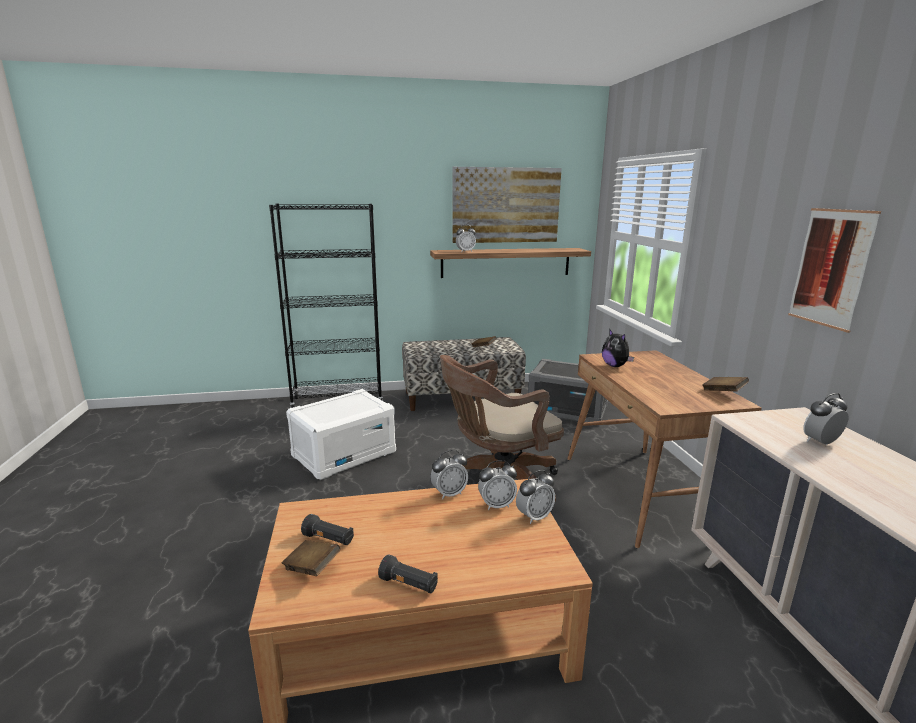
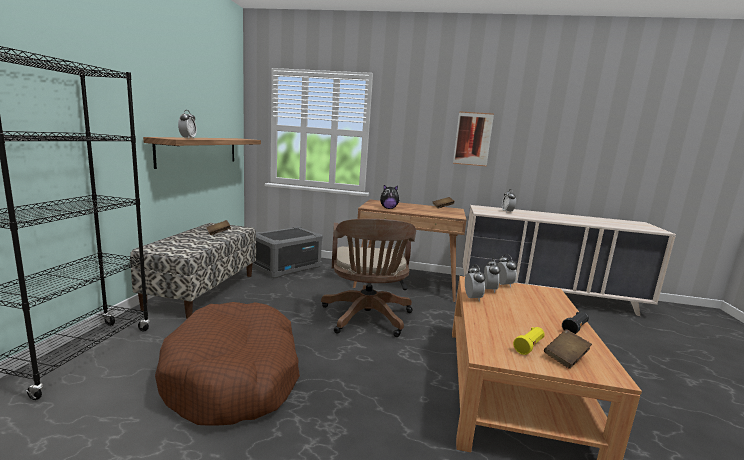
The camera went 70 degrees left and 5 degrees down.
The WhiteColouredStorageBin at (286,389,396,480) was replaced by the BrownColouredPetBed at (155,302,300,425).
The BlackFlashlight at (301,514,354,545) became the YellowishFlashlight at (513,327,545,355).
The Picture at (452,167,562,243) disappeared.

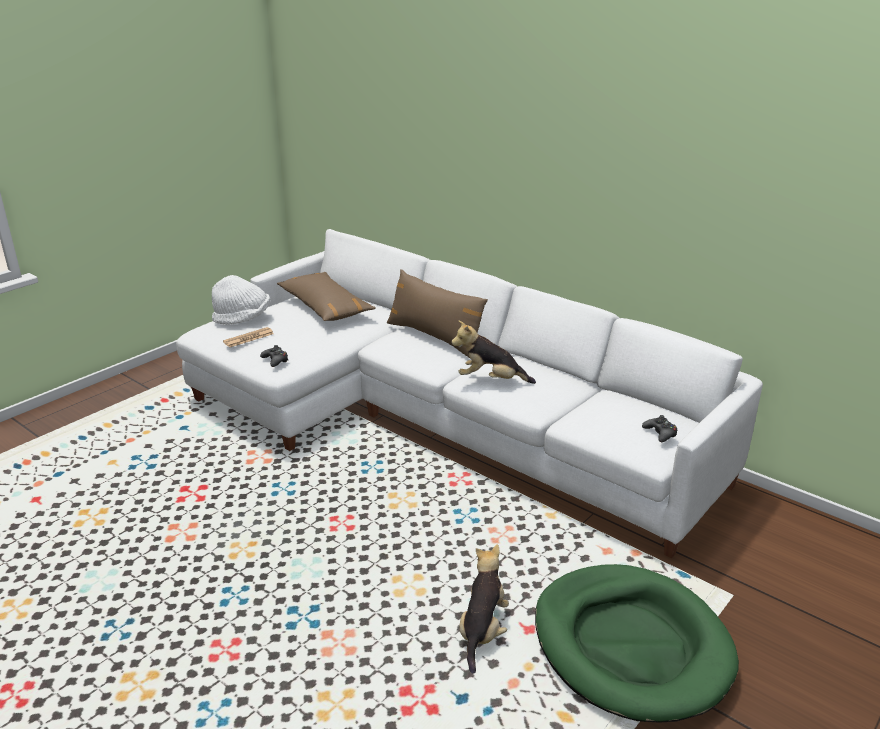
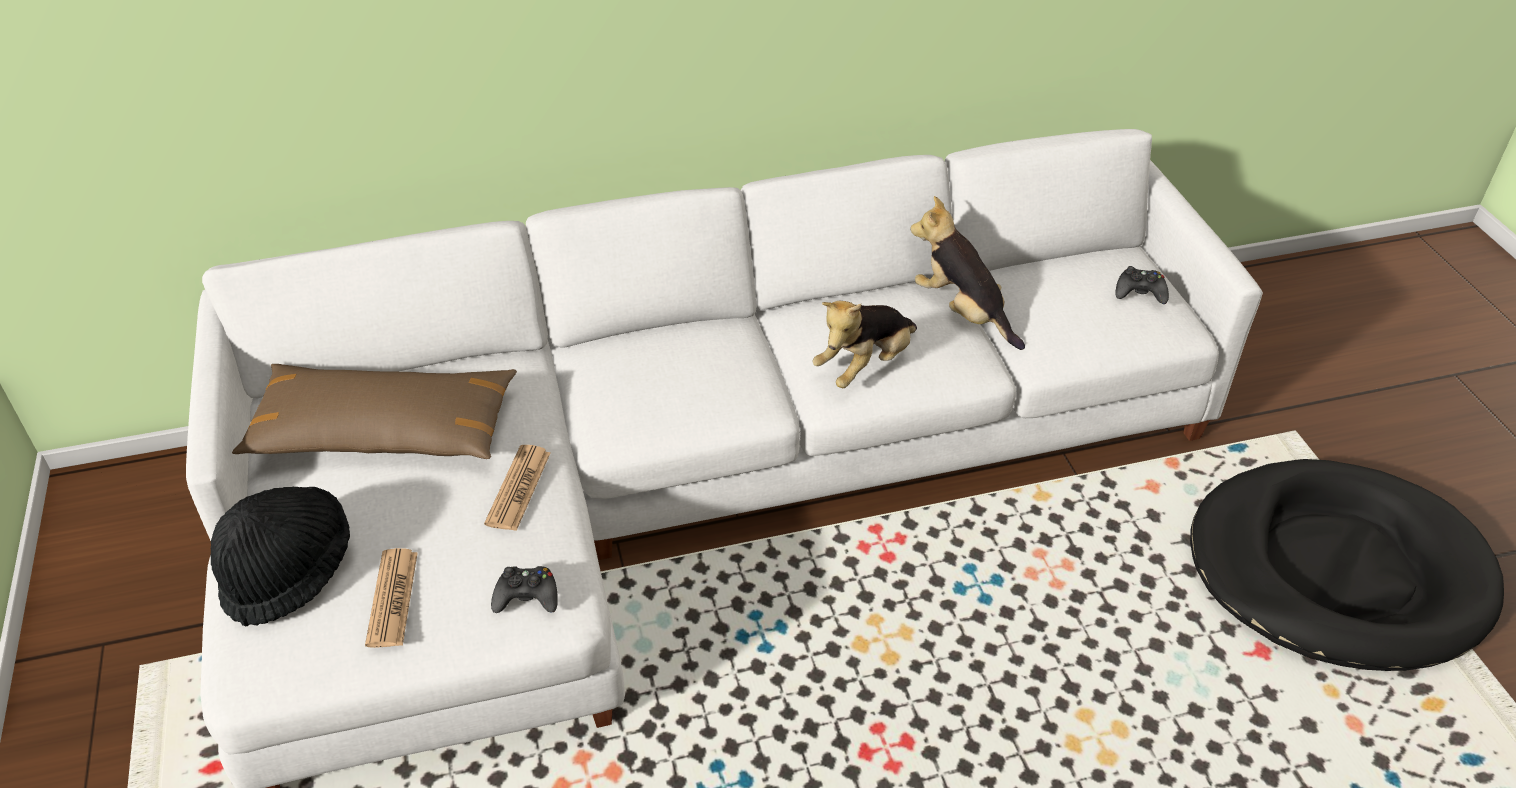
The camera went 55 degrees left and 15 degrees up.
The WhiteColouredClothingHat at (212,275,270,325) became the BlackClothingHat at (210,487,350,626).
The DailyPaper at (484,445,550,531) appeared.
The PlushToy moved from (459,544,509,674) to (910,196,1025,350).
The GreenColouredPetBed at (535,564,739,723) became the BlackPetBed at (1190,459,1504,671).
The BrownColouredCushion at (387,269,488,357) disappeared.

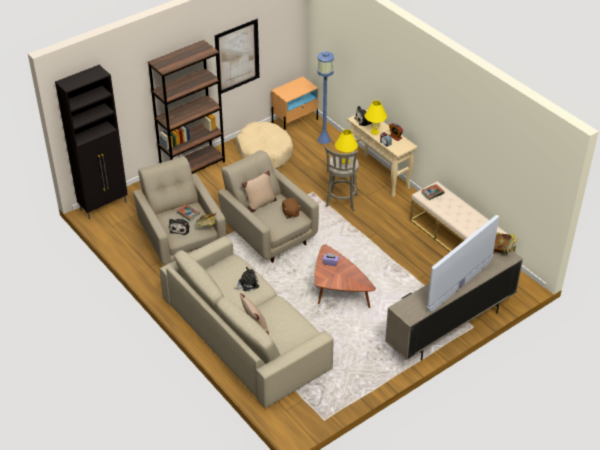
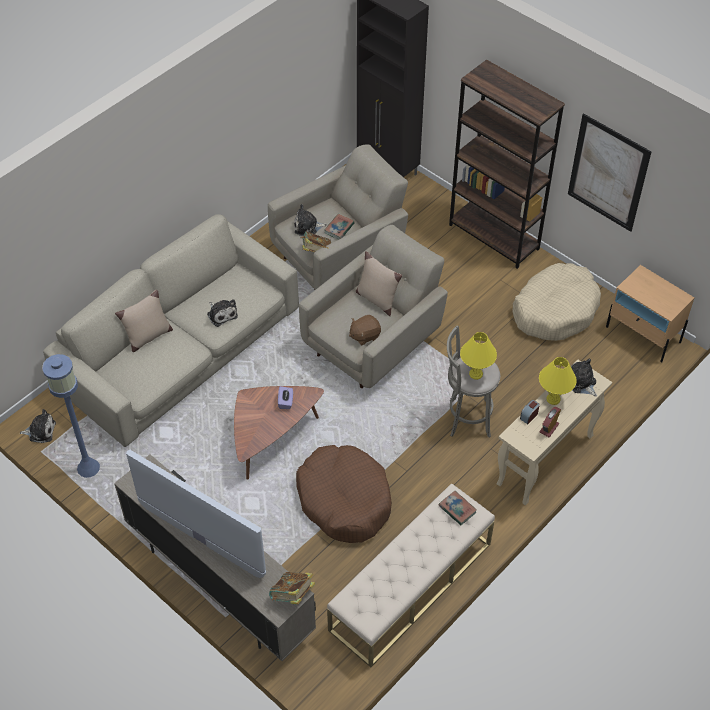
The camera went 80 degrees right and 10 degrees up.
The PlushToy at (20,409,56,443) appeared.
The BlueColouredStandardLamp moved from (317,51,334,144) to (42,354,100,478).
The BrownColouredPetBed at (296,445,392,543) appeared.

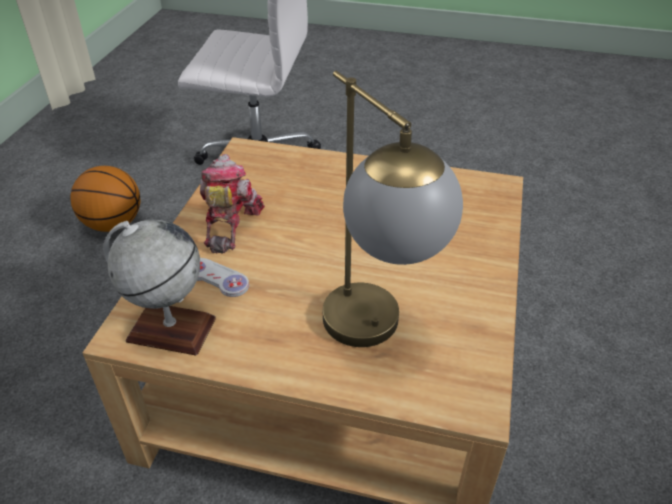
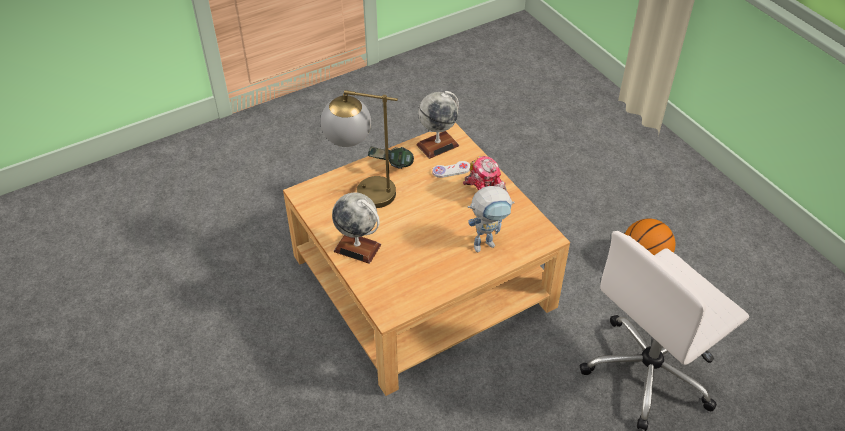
The camera went 135 degrees right and 5 degrees up.
The Globe at (332,192,381,264) appeared.
The PairOfHeadphones at (368,146,414,169) appeared.
The ModelRobot at (468,186,515,252) appeared.

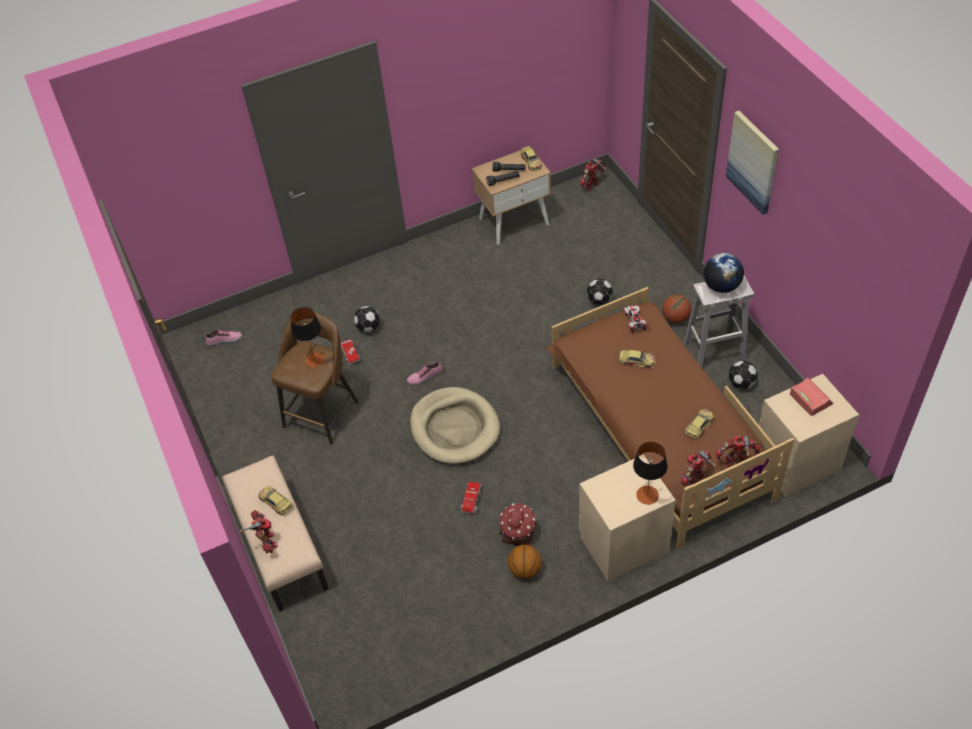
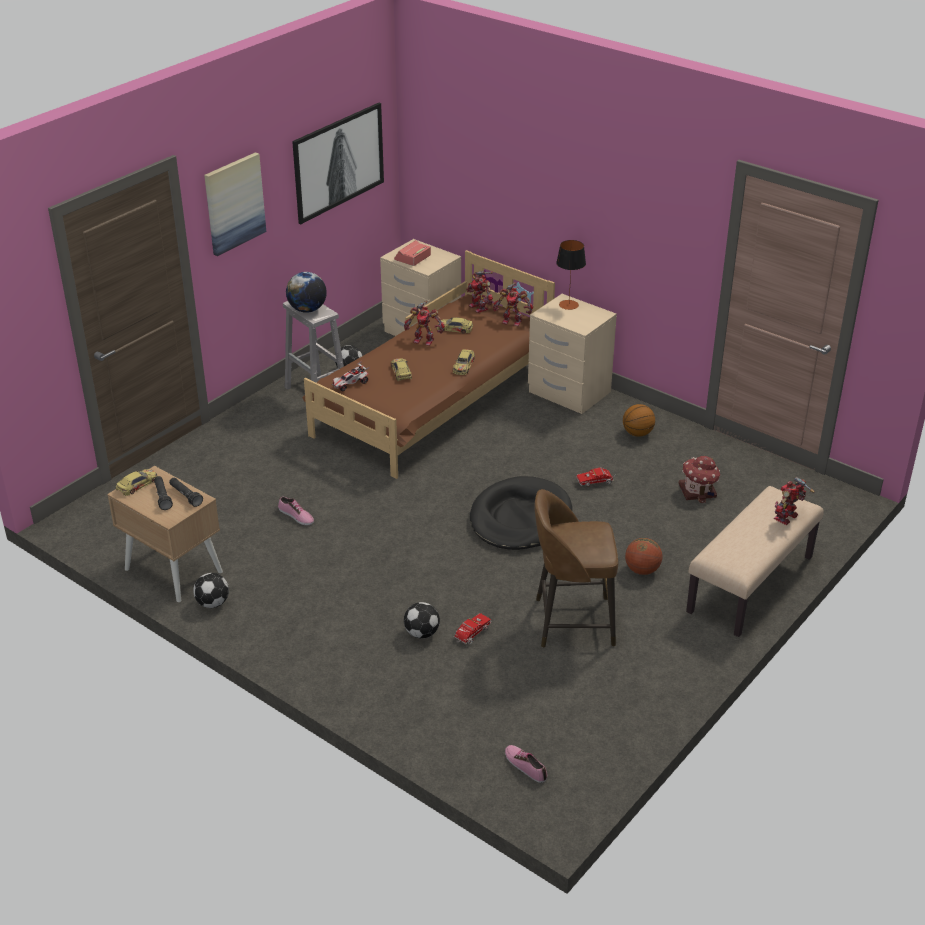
The camera went 120 degrees left and 15 degrees down.
The Football moved from (587,279,613,305) to (193,573,229,608).
The ItemOfFootwear moved from (407,362,443,385) to (278,496,314,525).
The Picture at (292,103,384,224) appeared.
The ModelRobot moved from (580,158,606,191) to (404,301,445,346).
The ModelCar moved from (258,486,293,516) to (453,349,475,375).
The BeigeColouredPetBed at (410,387,500,464) became the BlackPetBed at (470,476,572,550).
The Basketball moved from (662,294,691,323) to (625,538,662,575).
The MiniatureHouse moved from (499,503,536,546) to (679,456,720,503).
The TabletopLamp at (290,307,325,368) disappeared.

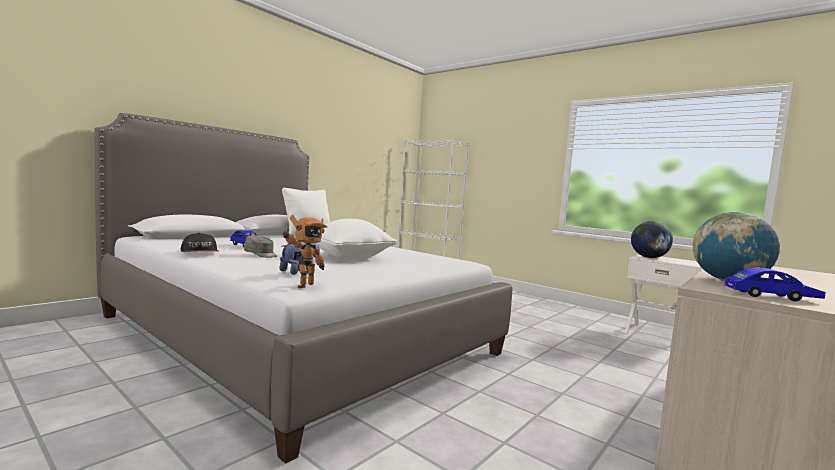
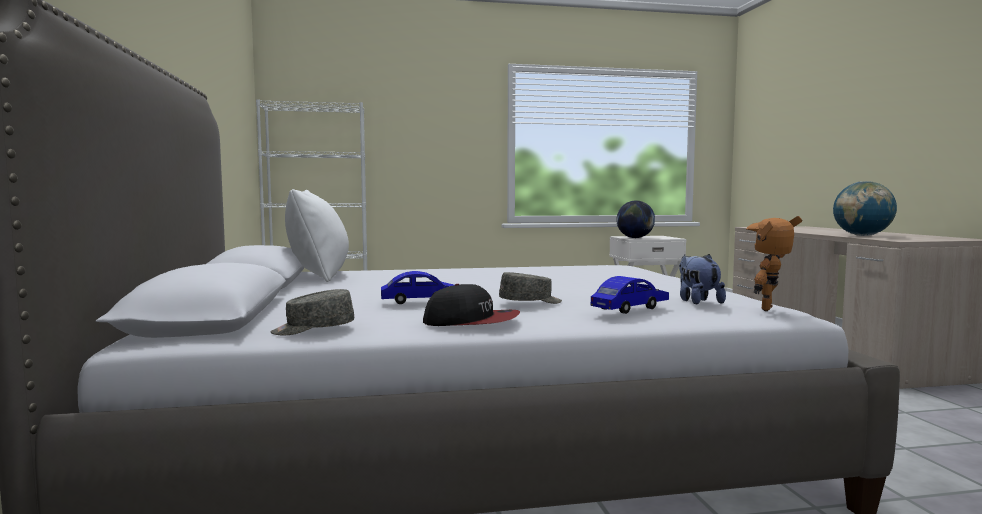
The camera went 50 degrees left and 0 degrees up.
The GrayPeakedCap at (271,289,354,335) appeared.
The BlueColouredModelCar moved from (725,267,825,301) to (591,276,669,314).
The ModelRobot at (283,215,327,288) turned 120 degrees counterclockwise.
The WhiteColouredCushion at (318,219,397,260) disappeared.

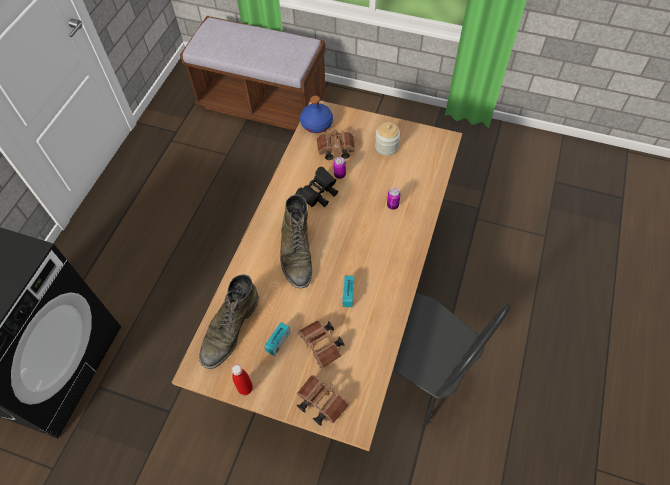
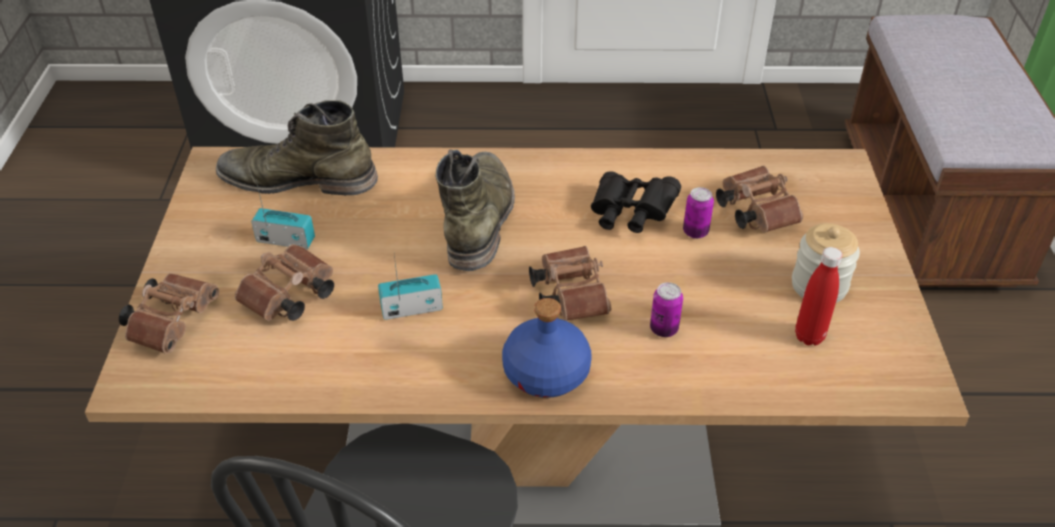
The camera went 70 degrees right and 15 degrees down.
The GreenColouredTallBoot at (280,194,312,288) turned 120 degrees clockwise.
The BlueColouredBottle moved from (300,96,333,133) to (502,298,592,398).
The BrownColouredPairOfBinoculars at (529,246,611,321) appeared.
The RedBottle moved from (232,365,253,395) to (795,247,842,345).

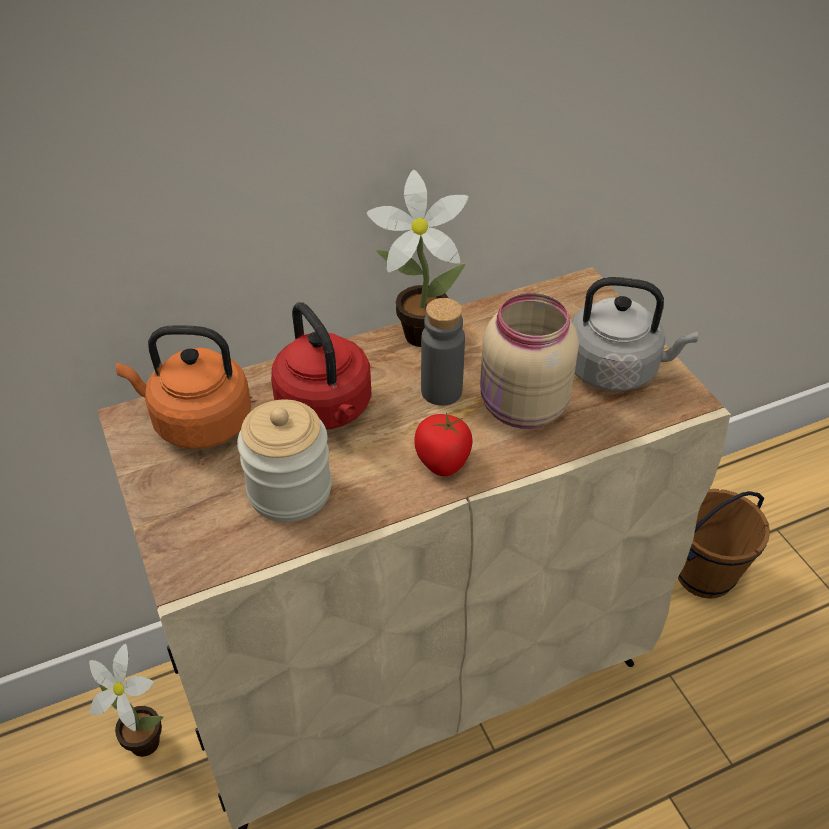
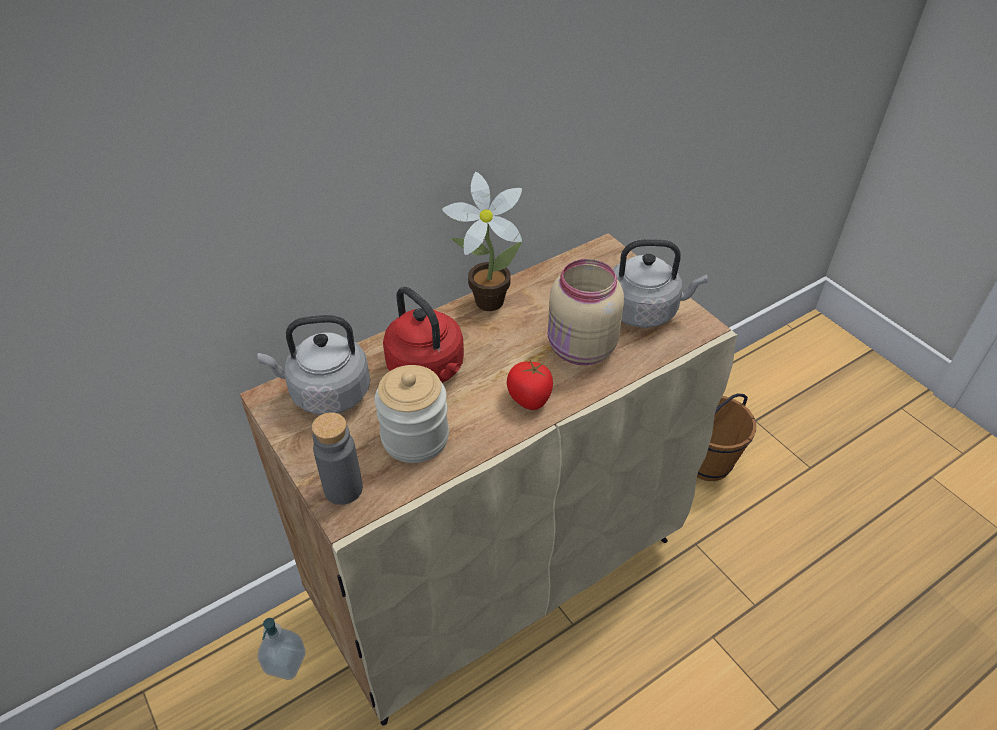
The camera went 10 degrees left and 0 degrees up.
The OrangeyKettle at (116,325,251,449) became the GrayKettle at (257,315,370,415).
The PottedPlant at (89,643,163,757) was replaced by the LiquidSoapBottle at (258,618,305,680).
The GrayBottle moved from (421,298,465,406) to (312,412,363,505).

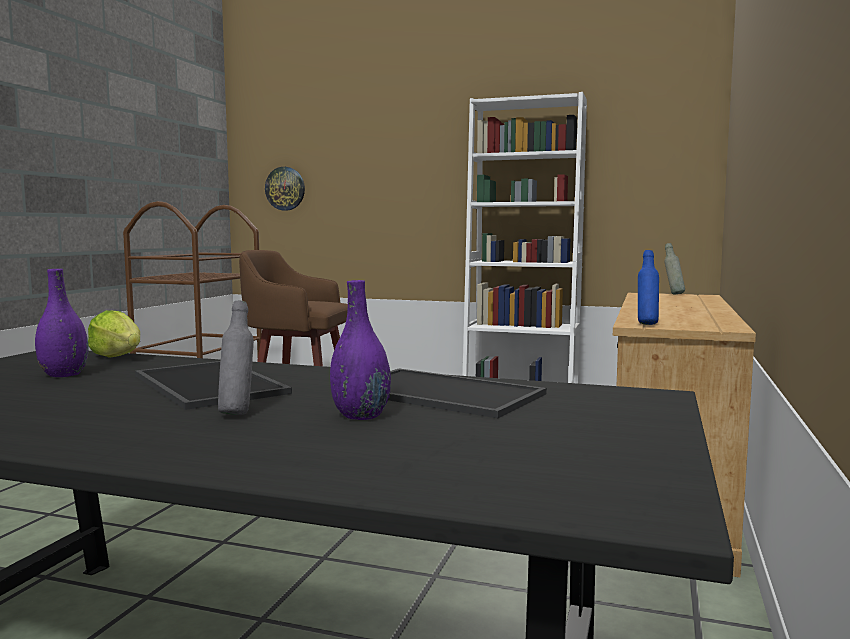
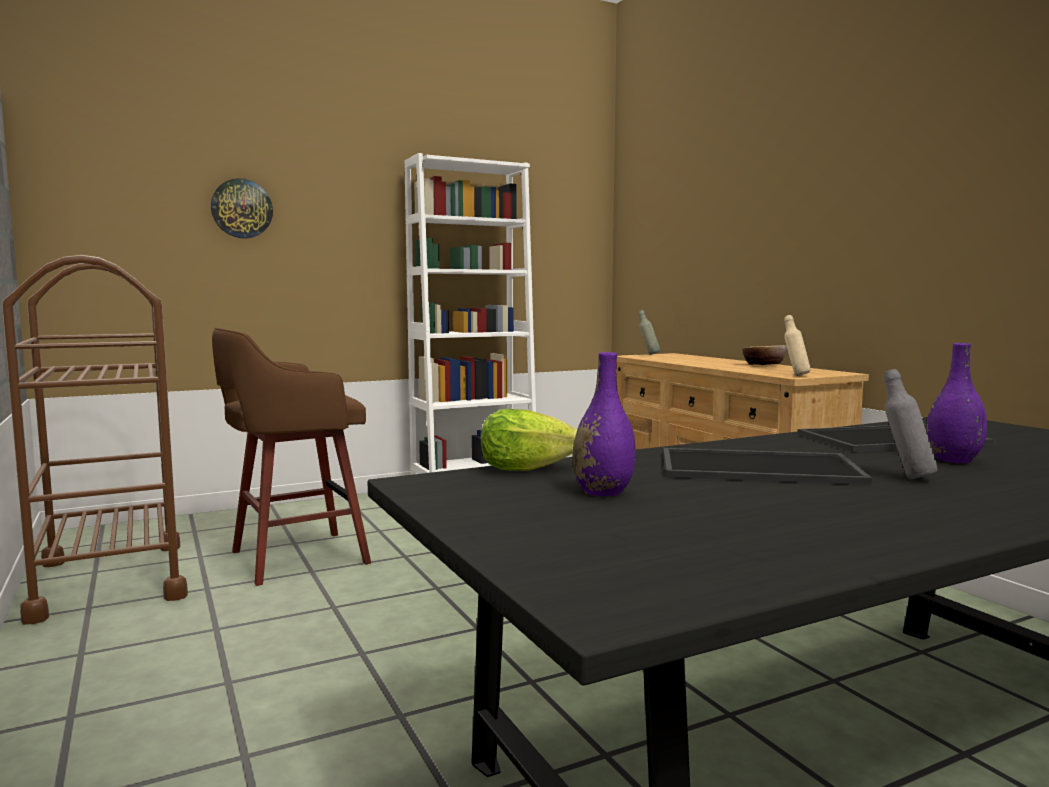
The camera went 45 degrees left and 0 degrees up.
The WallClock moved from (265,167,305,211) to (211,178,273,238).
The DeepDish at (742,345,787,365) appeared.
The BlueColouredBottle at (638,250,659,325) became the BeigeColouredBottle at (784,315,811,376).

